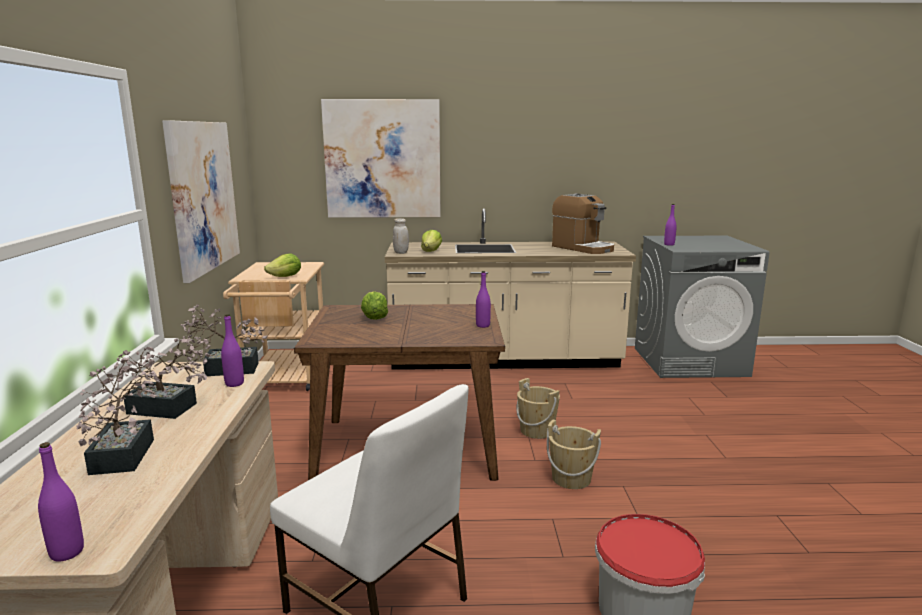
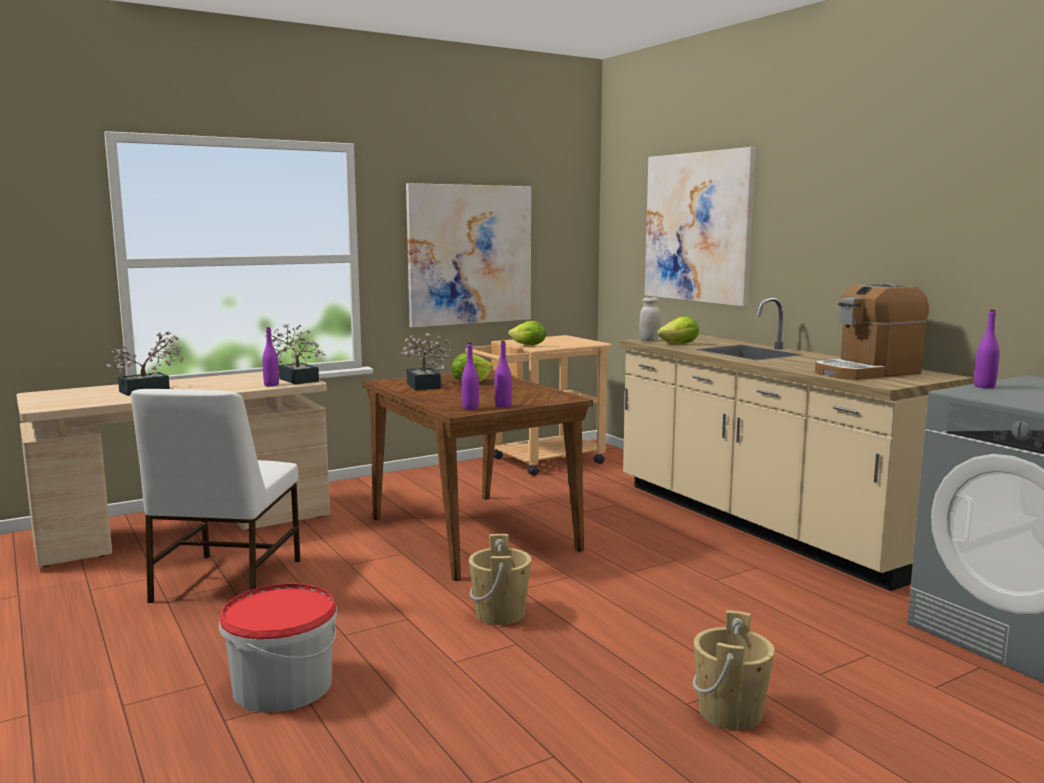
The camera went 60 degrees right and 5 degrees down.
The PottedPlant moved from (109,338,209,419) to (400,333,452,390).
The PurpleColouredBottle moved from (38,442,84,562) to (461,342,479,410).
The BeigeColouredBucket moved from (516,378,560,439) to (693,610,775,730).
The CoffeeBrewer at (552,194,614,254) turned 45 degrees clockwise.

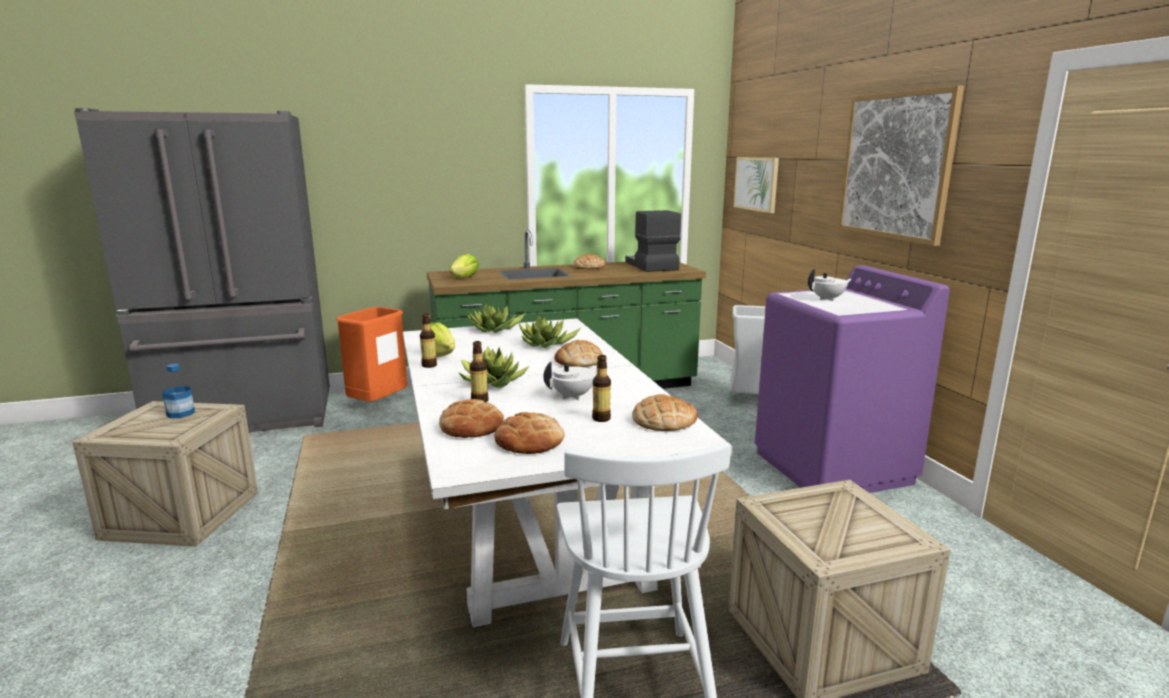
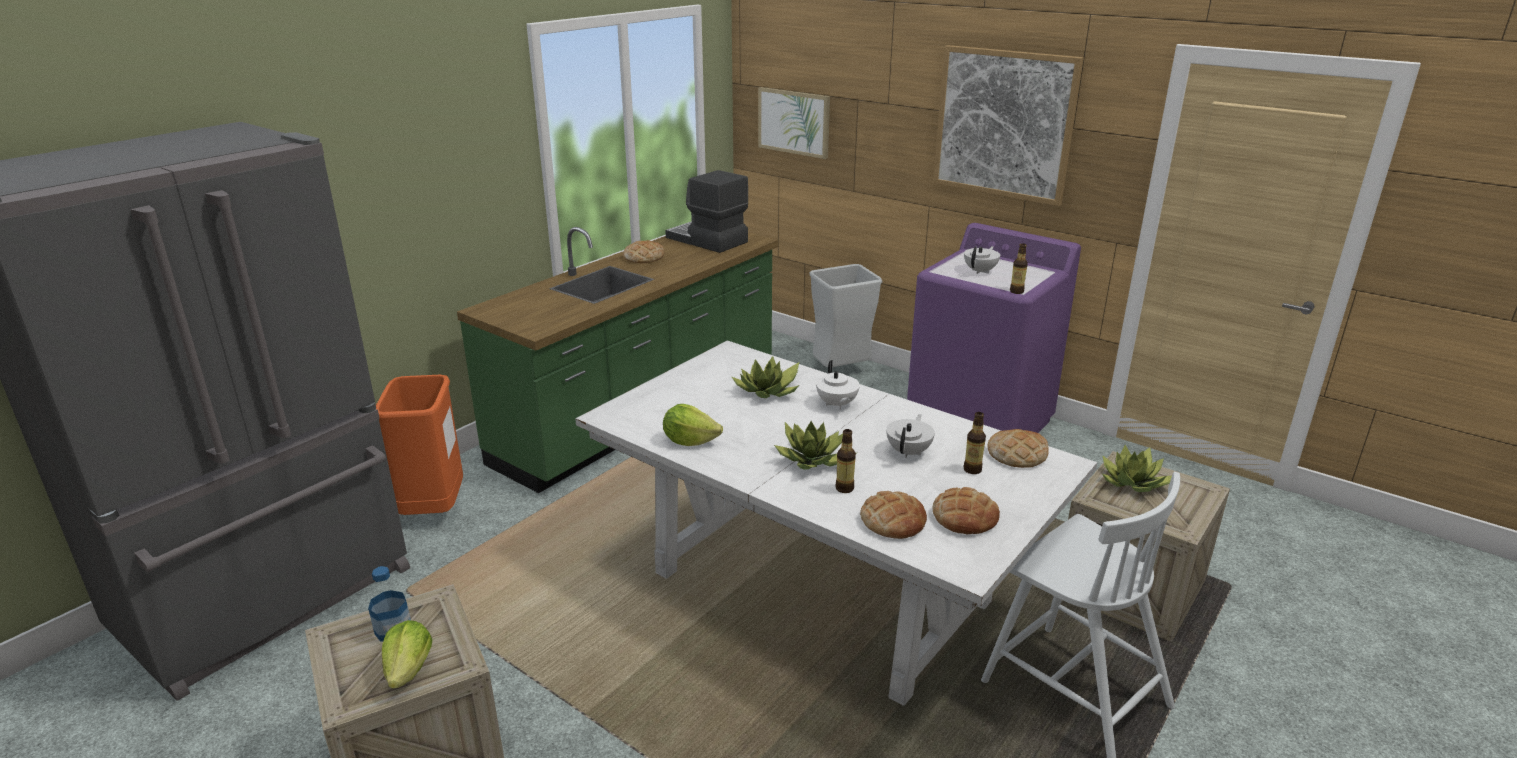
The camera went 35 degrees left and 10 degrees up.
The LettuceHead moved from (449,254,479,278) to (382,620,432,688).
The BakedBread at (554,340,603,367) was replaced by the WhiteColouredTeapot at (816,360,860,410).
The Bottle moved from (420,313,437,368) to (1010,243,1028,294).
The PottedPlant moved from (468,304,525,333) to (1102,445,1172,492).

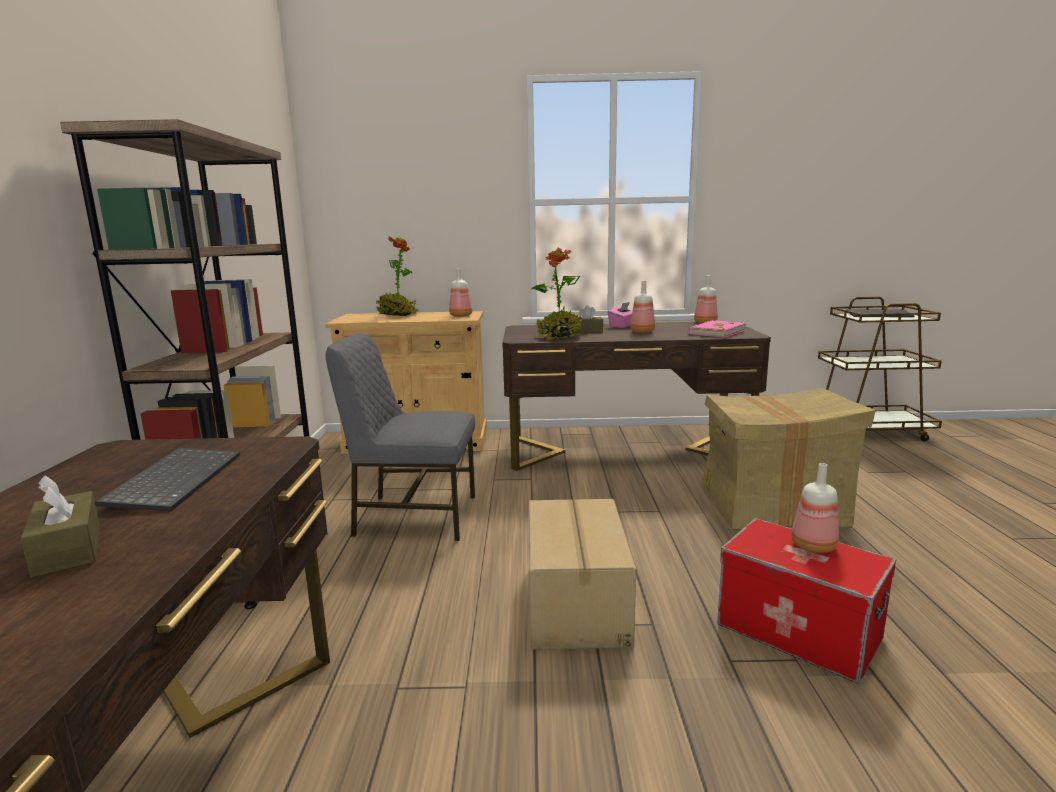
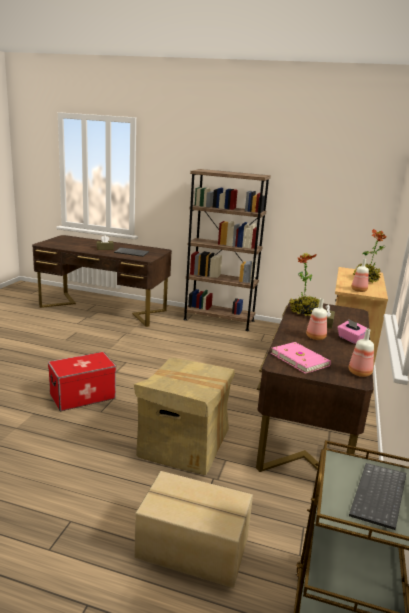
The camera went 105 degrees right and 5 degrees up.
The Carton moved from (529,499,636,650) to (134,471,253,588).
The GrayChair at (325,333,475,541) disappeared.
The Bottle at (791,463,839,553) disappeared.

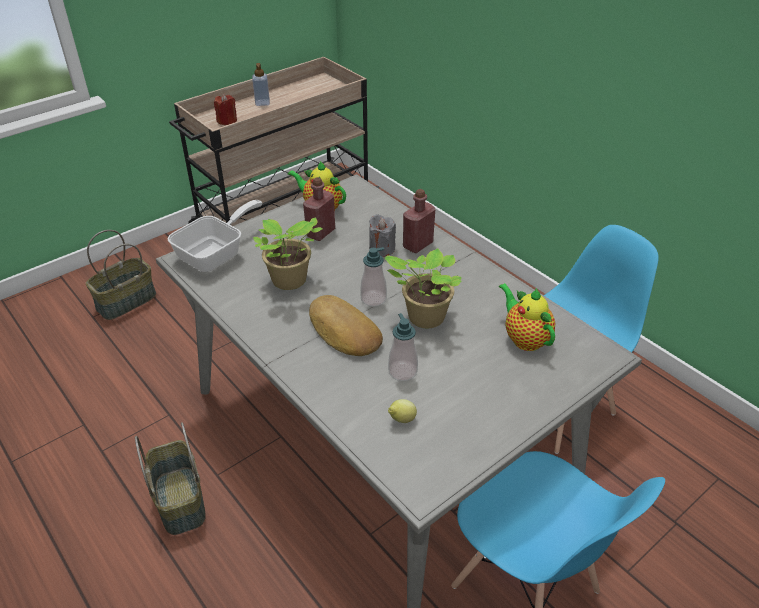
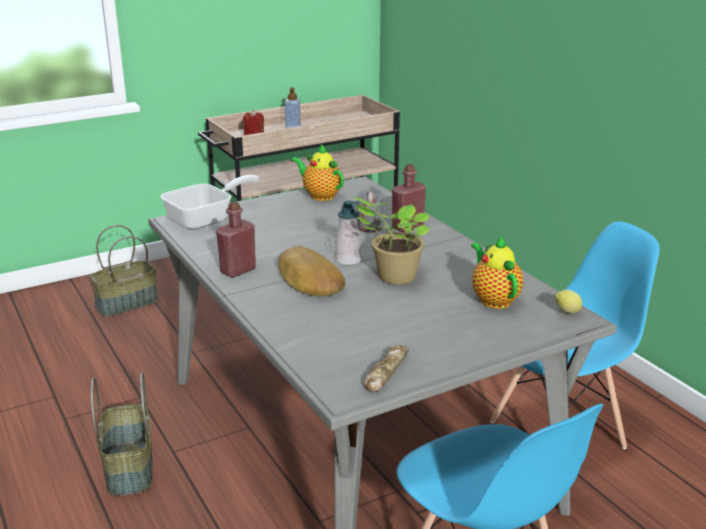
The camera went 10 degrees right and 15 degrees down.
The RedBottle moved from (303,177,335,241) to (216,201,256,278).
The BakedBread at (364,345,409,392) appeared.
The Lemon moved from (388,399,417,423) to (555,289,582,314).
The PottedPlant at (253,218,322,290) disappeared.
The LiquidSoapBottle at (388,313,418,381) disappeared.

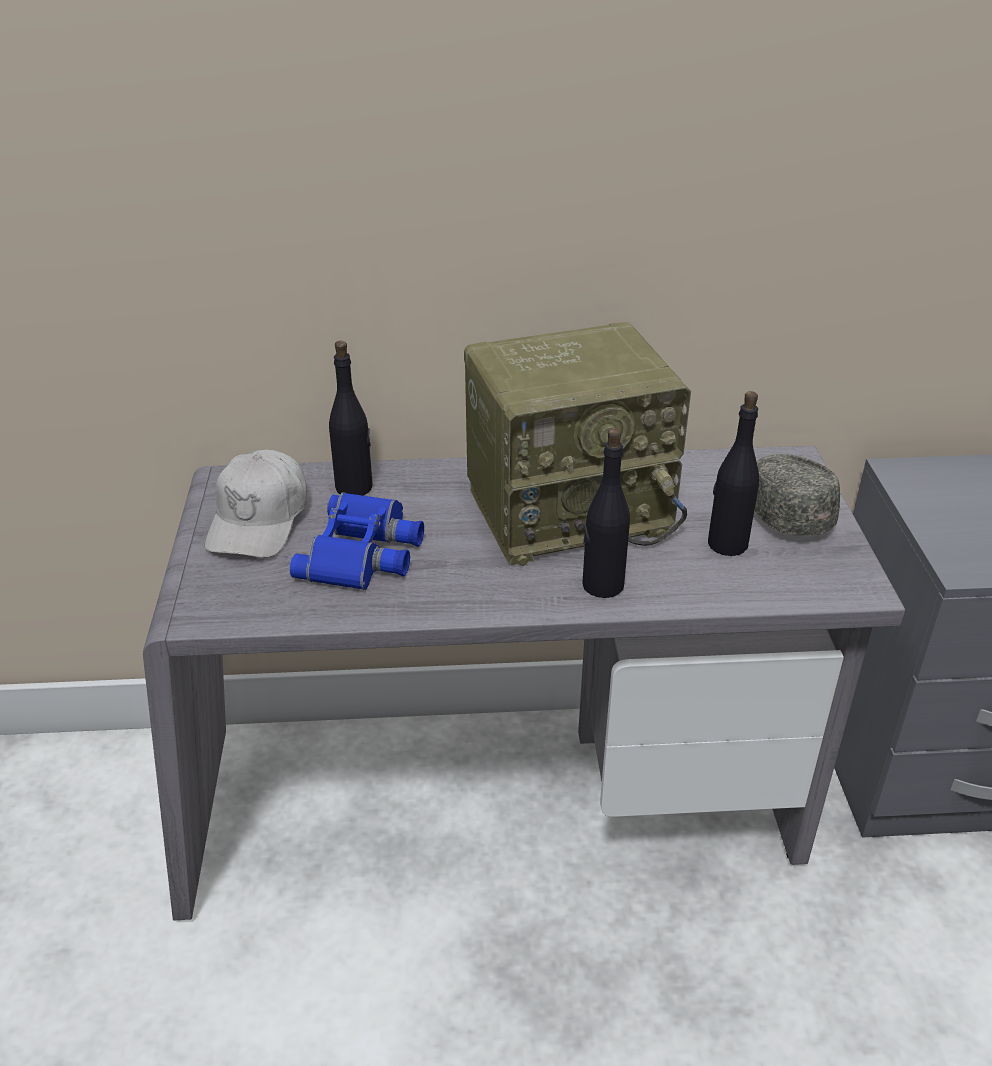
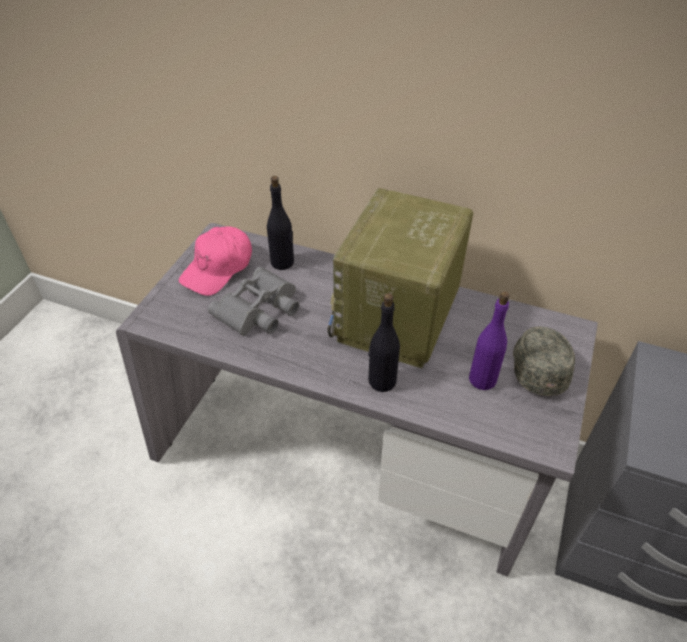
The camera went 25 degrees right and 10 degrees up.
The WhiteColouredPeakedCap at (205,450,307,558) became the PinkishPeakedCap at (179,227,252,296).
The BlueColouredPairOfBinoculars at (289,492,424,590) became the GrayPairOfBinoculars at (208,267,299,336).
The RadioReceiver at (464,322,691,566) turned 105 degrees clockwise.
The BlackBottle at (708,391,759,556) became the PurpleColouredBottle at (469,291,510,390).

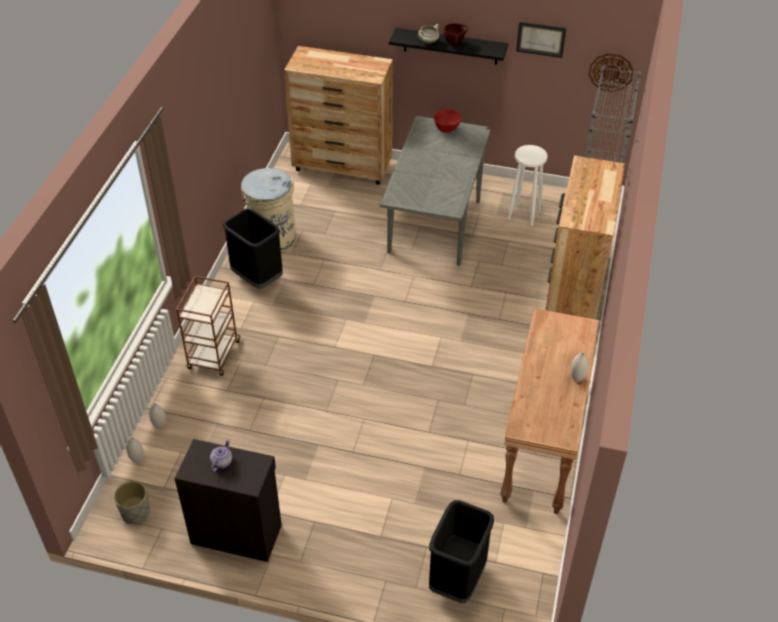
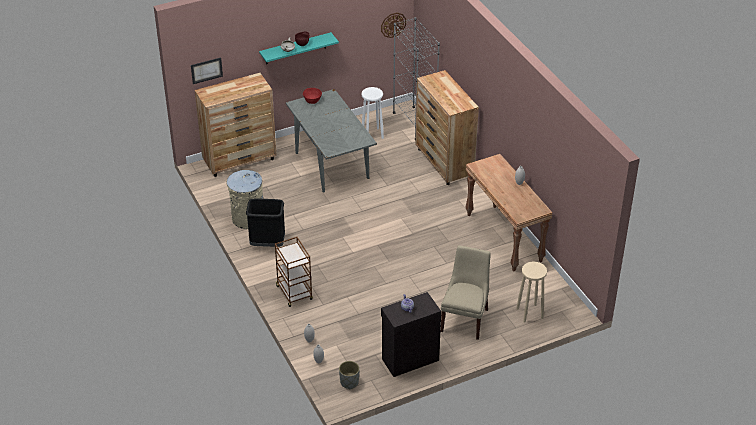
The camera went 40 degrees left and 5 degrees down.
The Picture moved from (516,22,566,58) to (191,57,223,84).
The BlackBracketShelf at (389,28,508,65) became the TurquoiseBracketShelf at (259,32,339,64).
The BeigeColouredChair at (441,245,491,340) appeared.
The BlackTrashCan at (429,500,494,603) was replaced by the BeigeColouredStool at (516,262,547,323).

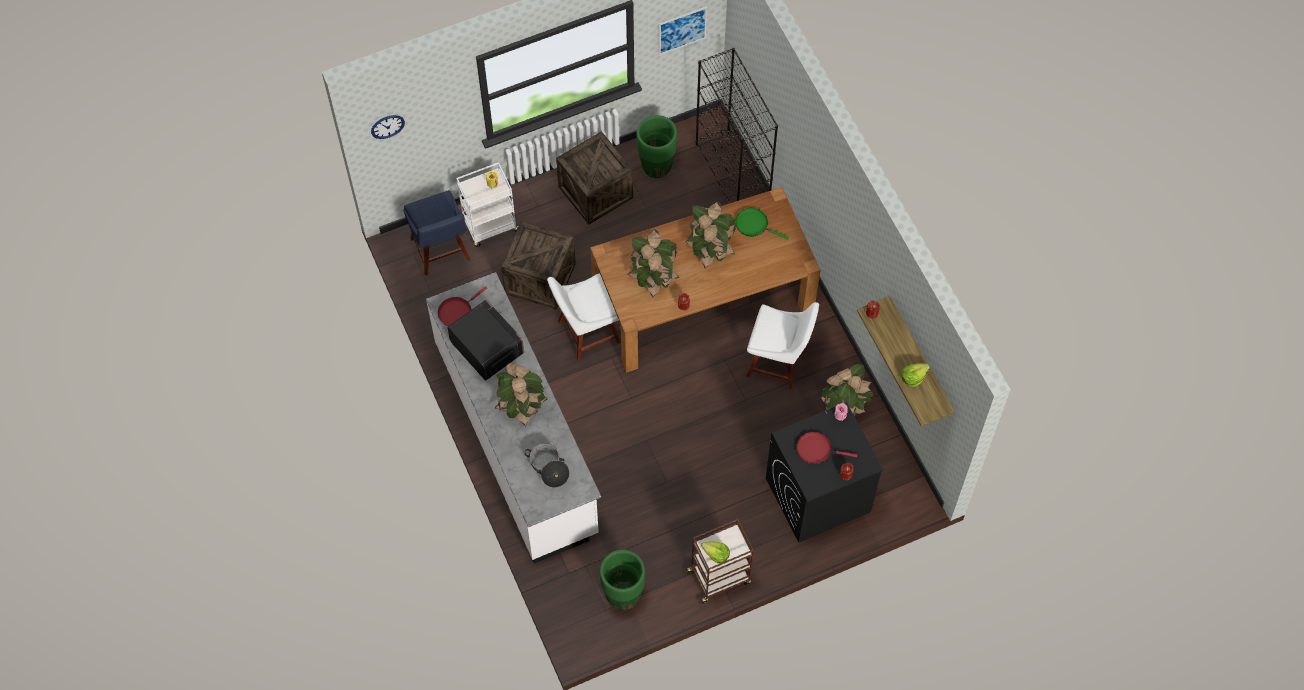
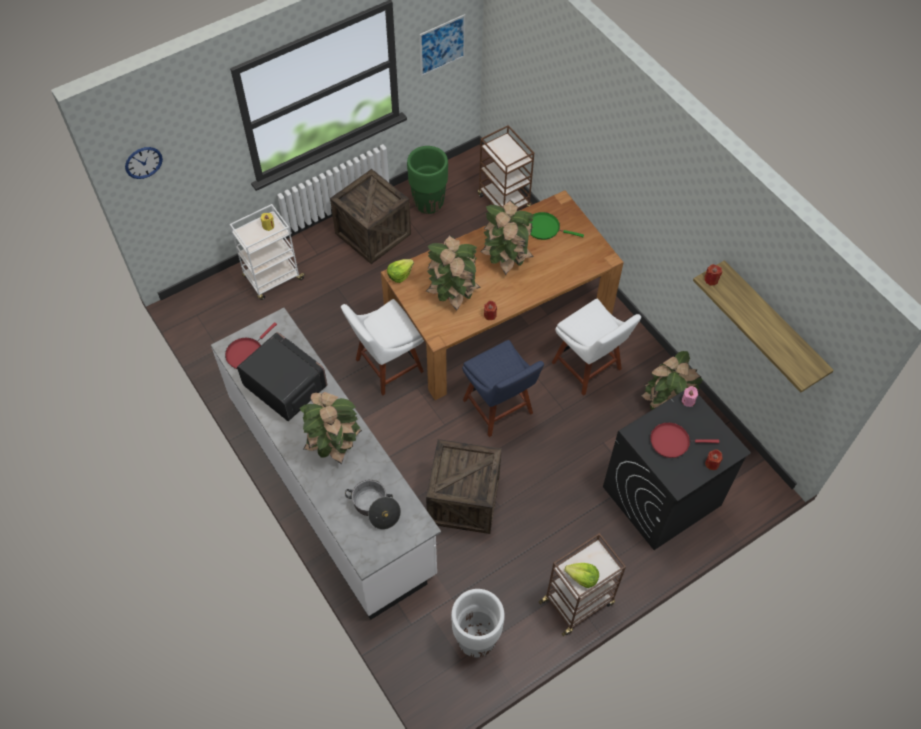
The camera went 10 degrees left and 5 degrees down.
The LettuceHead moved from (901,363,930,387) to (387,259,414,283).
The ShippingCrate moved from (501,221,576,310) to (426,439,502,534).
The GreenColouredFlowerPot at (600,549,645,610) became the WhiteColouredFlowerPot at (451,589,505,657).
The BlueColouredChair moved from (404,190,470,276) to (462,340,544,437).
The BlackBookcase at (696,48,778,204) was replaced by the BrownColouredCart at (478,125,534,210).
The WhiteColouredChair at (746,302,819,389) turned 45 degrees clockwise.

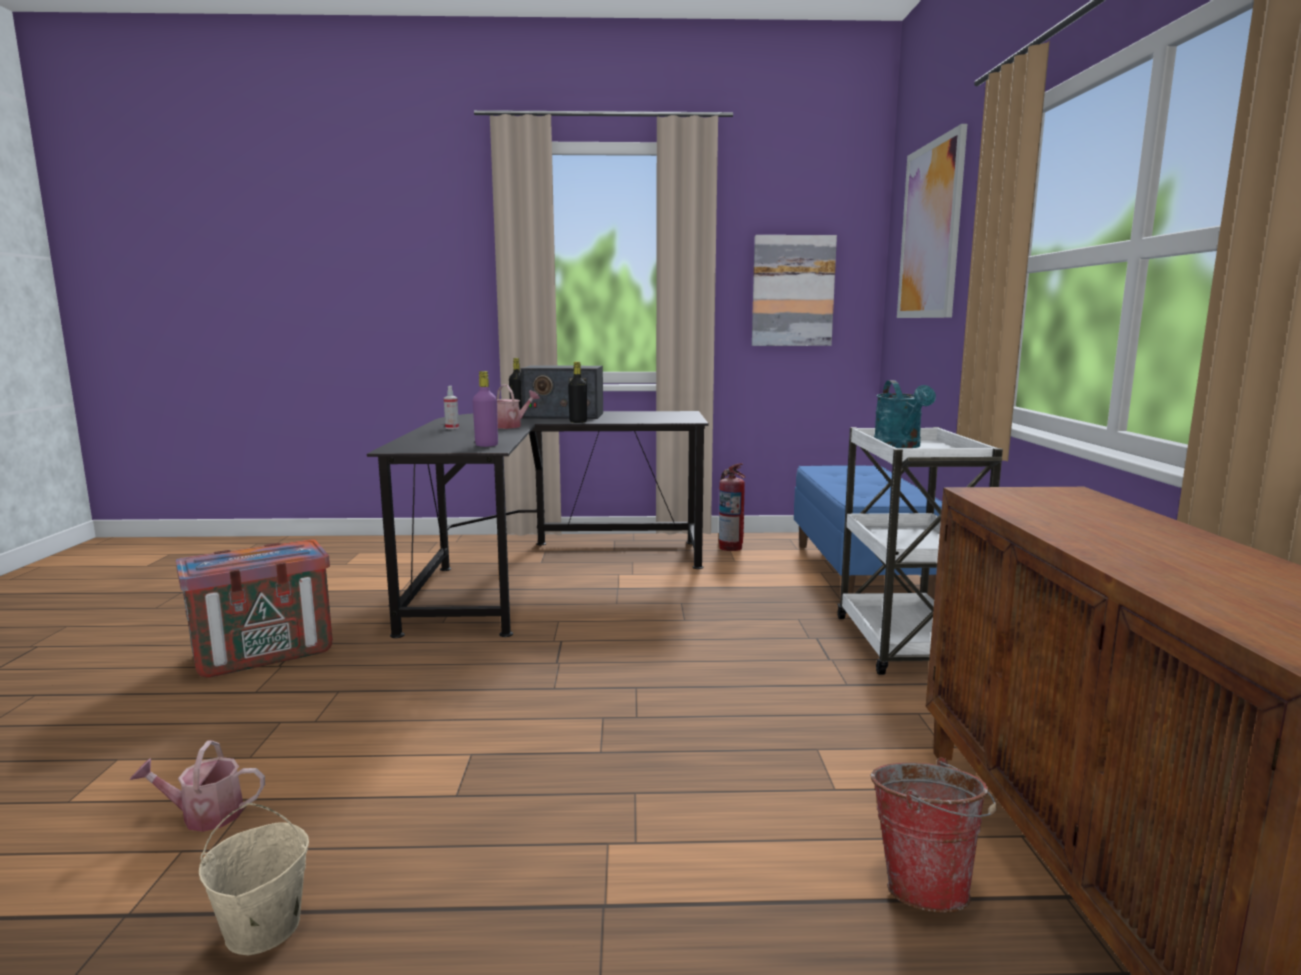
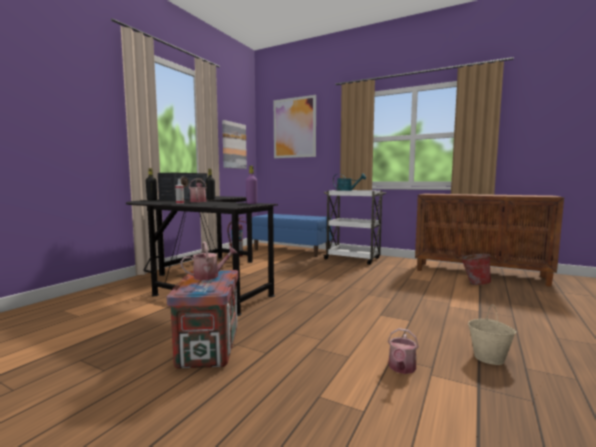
The camera went 60 degrees left and 5 degrees down.
The SprinklingCan at (181,242,237,280) appeared.

